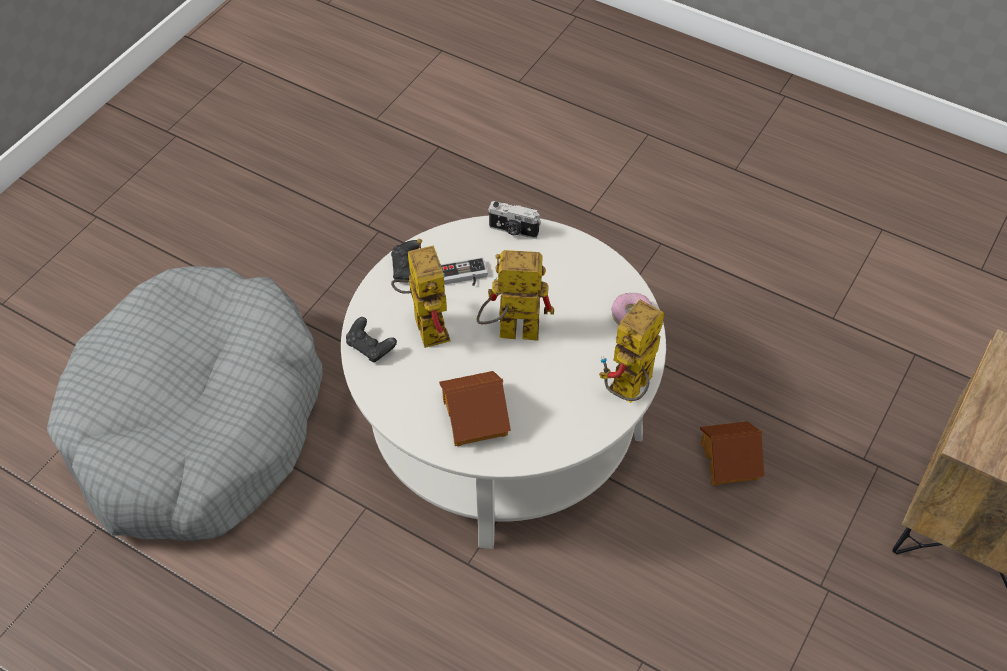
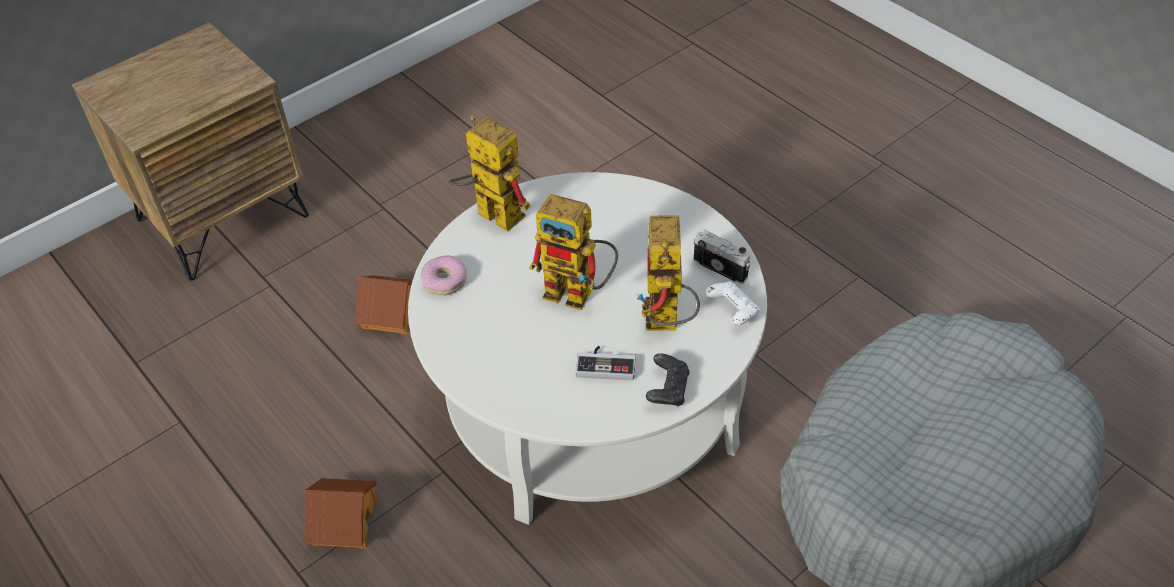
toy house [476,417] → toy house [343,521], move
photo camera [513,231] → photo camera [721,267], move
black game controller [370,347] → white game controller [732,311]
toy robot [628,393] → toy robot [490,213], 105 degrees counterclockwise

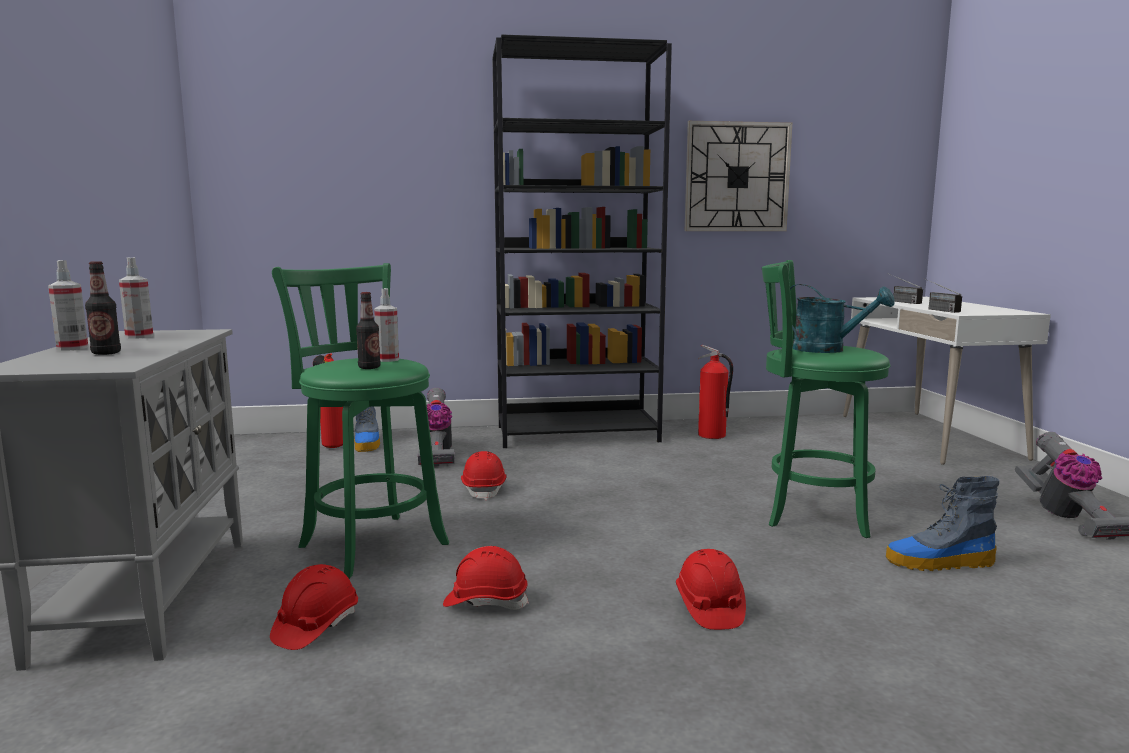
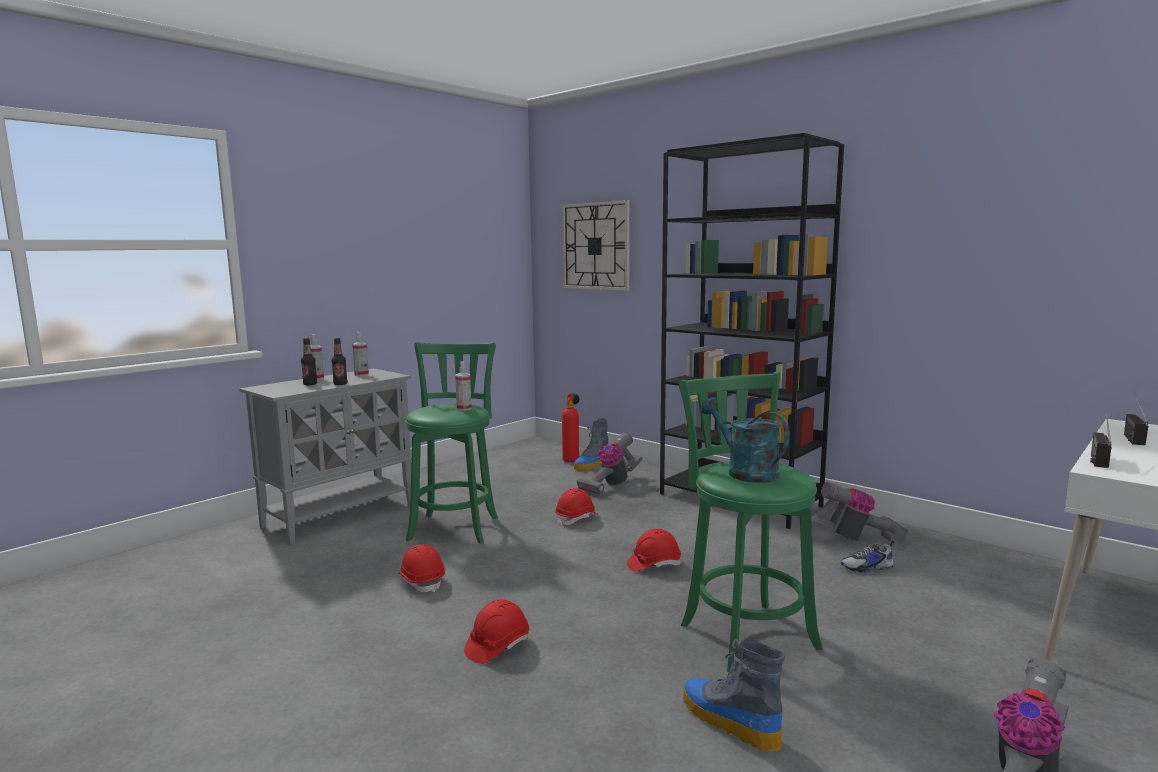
- → shoe [867,567]
red hard hat [316,626] → red hard hat [653,564], move
bottle [369,367] → bottle [340,384], move
wall clock [737,177] → wall clock [595,246], move
fire extinguisher [712,436] → vacuum cleaner [853,539]
turquoise watering can [828,350] → turquoise watering can [744,471], 150 degrees clockwise

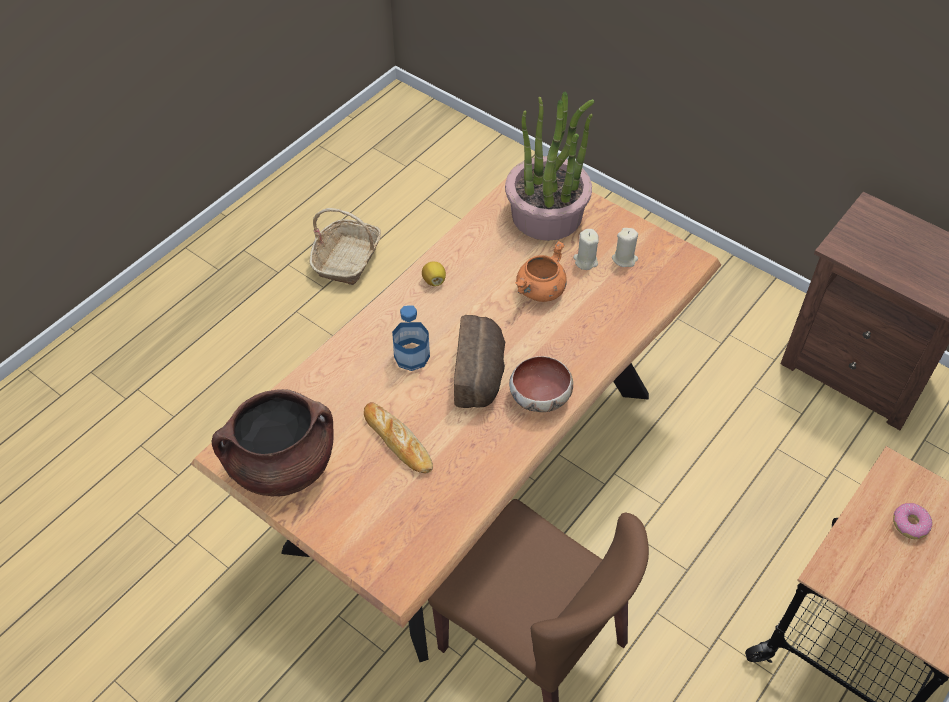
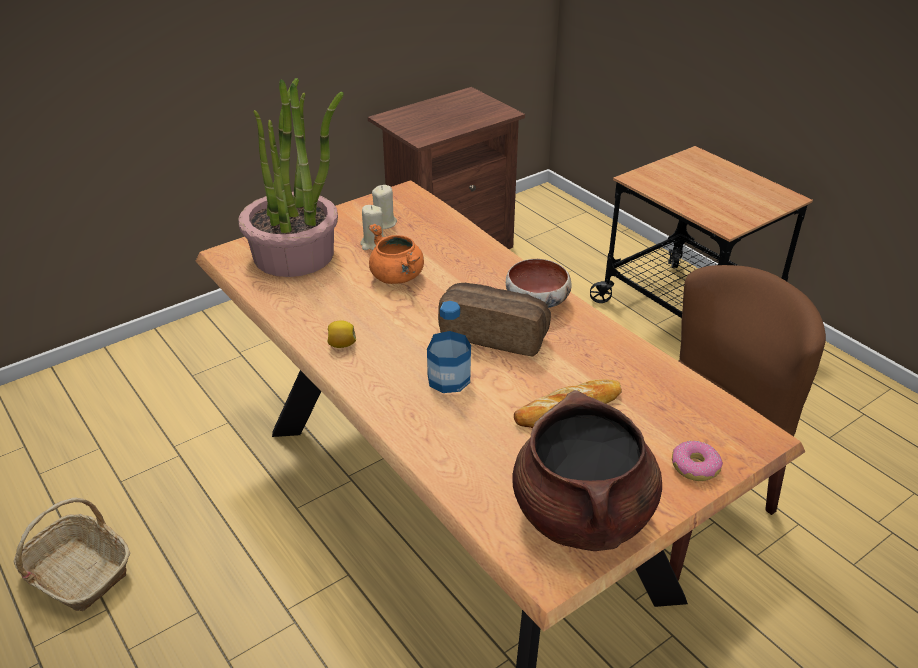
donut [910,524] → donut [694,467], move

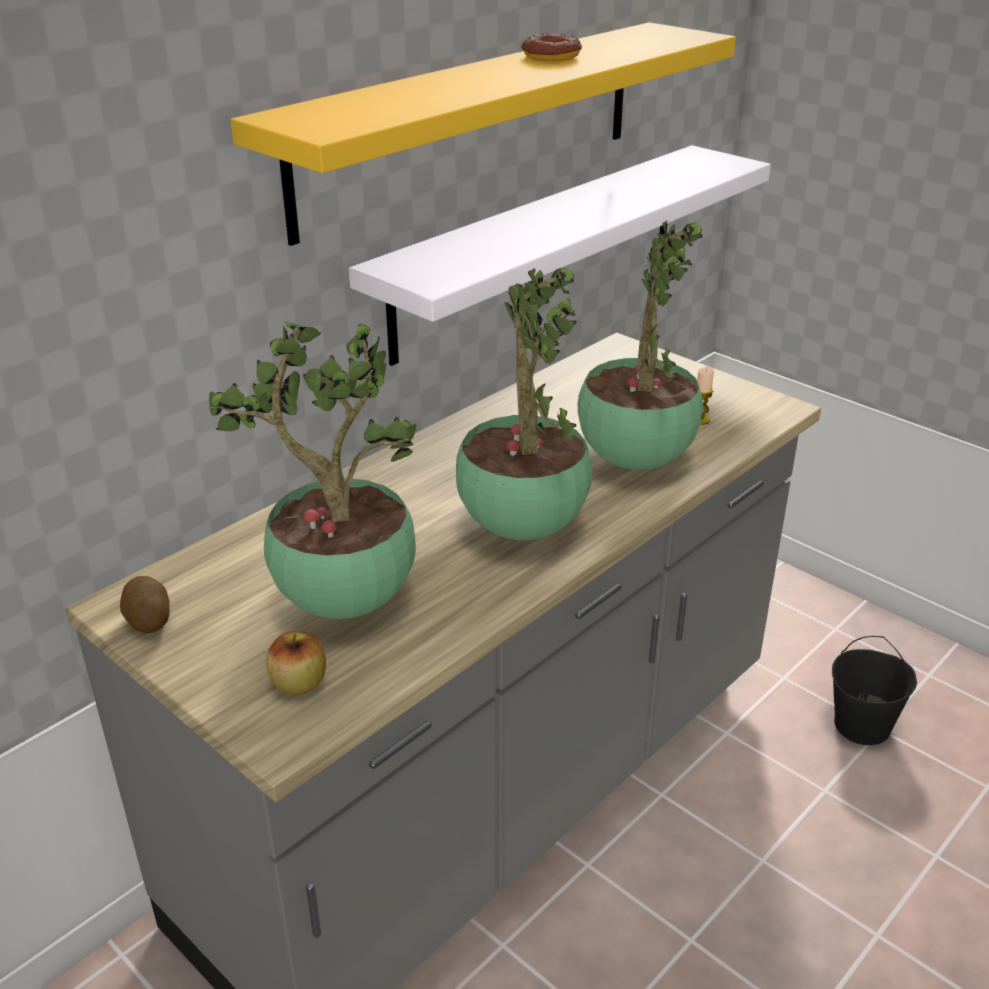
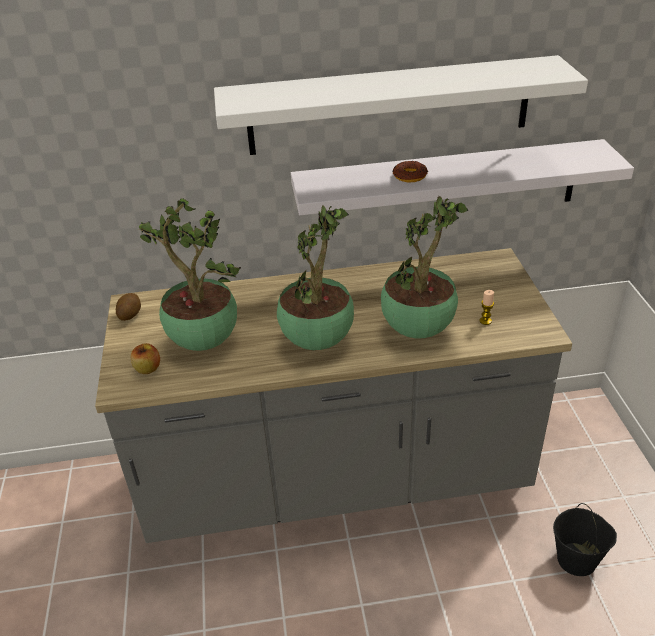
donut [551,56] → donut [410,176], move
yellow shelf [473,125] → white shelf [389,106]

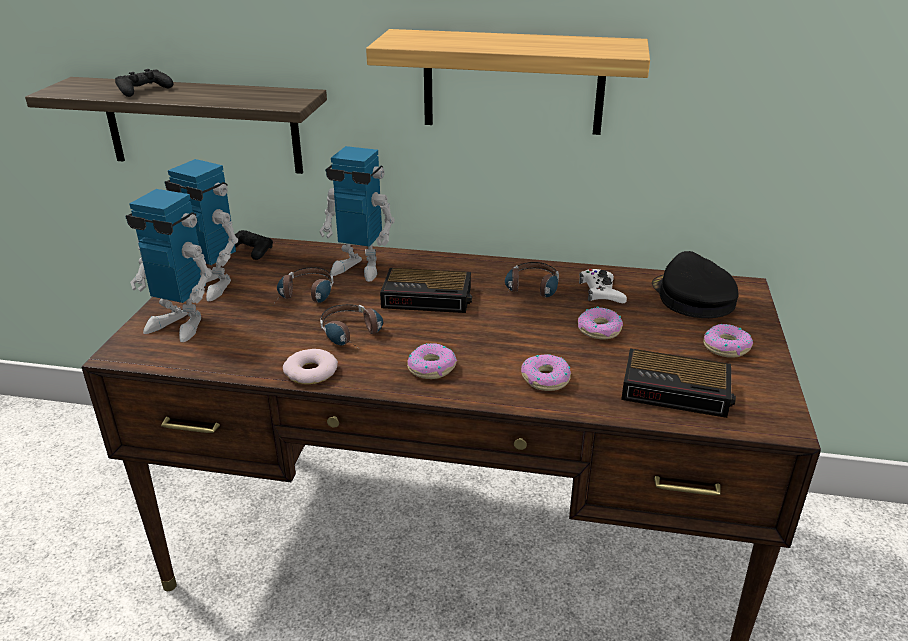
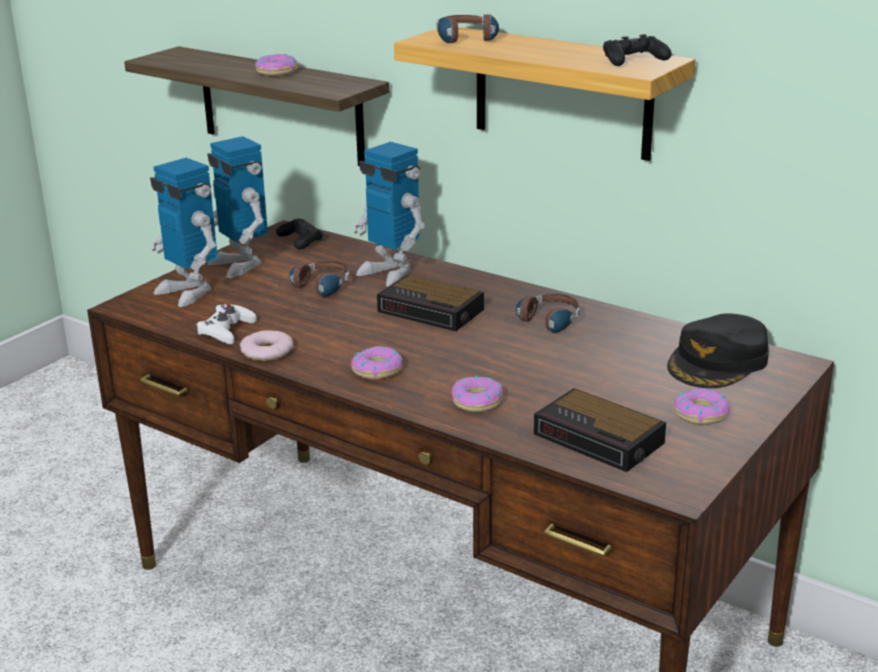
black game controller [143,90] → black game controller [633,60], move
headphones [355,336] → headphones [467,40], move
donut [600,330] → donut [277,72], move
white game controller [601,292] → white game controller [226,330], move
black cap [692,297] → black cap [718,362], 150 degrees counterclockwise

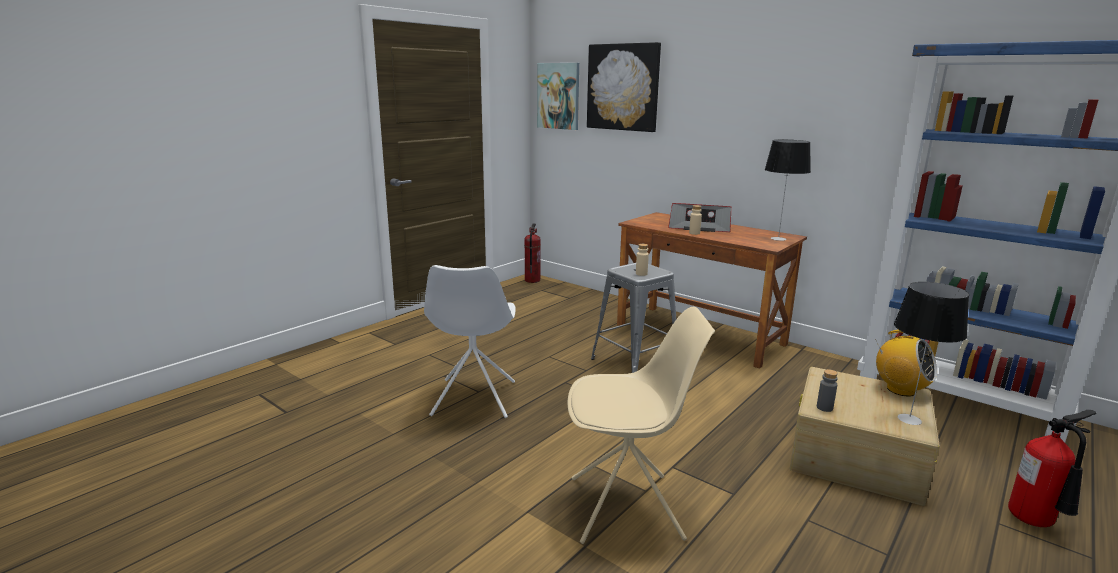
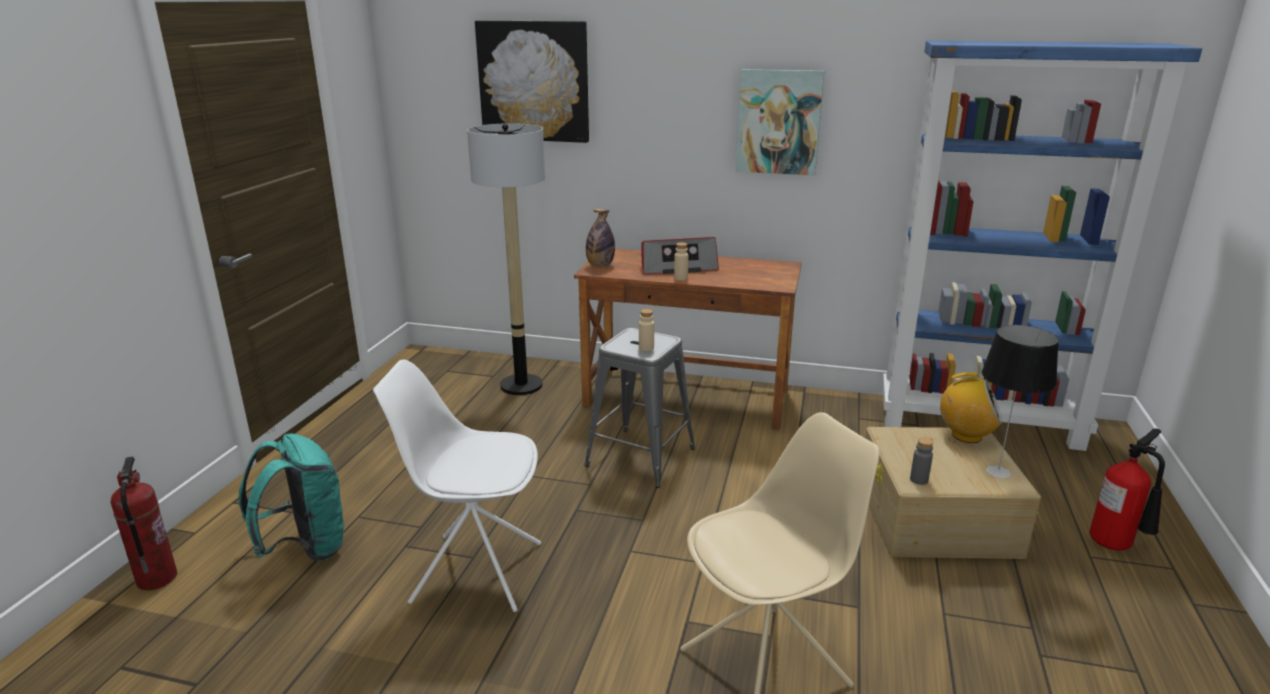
table lamp [778,239] → -
- → turquoise backpack [306,548]
- → floor lamp [521,385]
- → bottle [600,265]
fire extinguisher [532,280] → fire extinguisher [156,578], move
picture [558,96] → picture [778,122], move
white chair [473,399] → white chair [475,572], 120 degrees clockwise

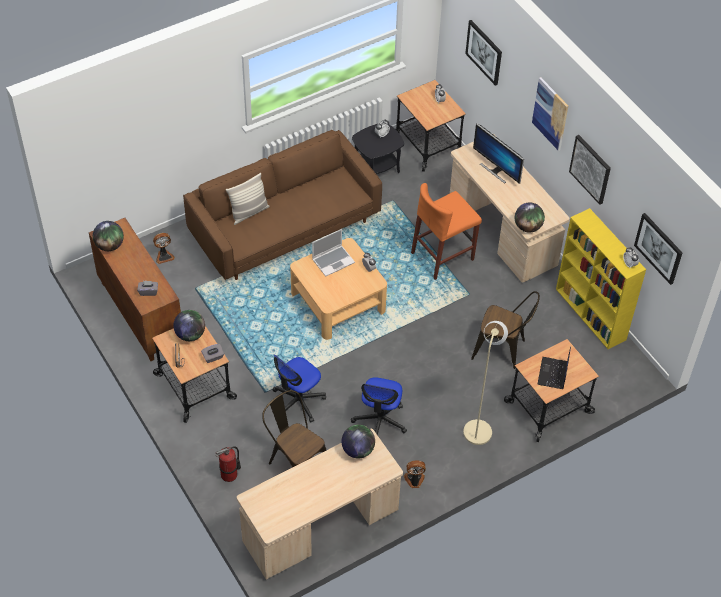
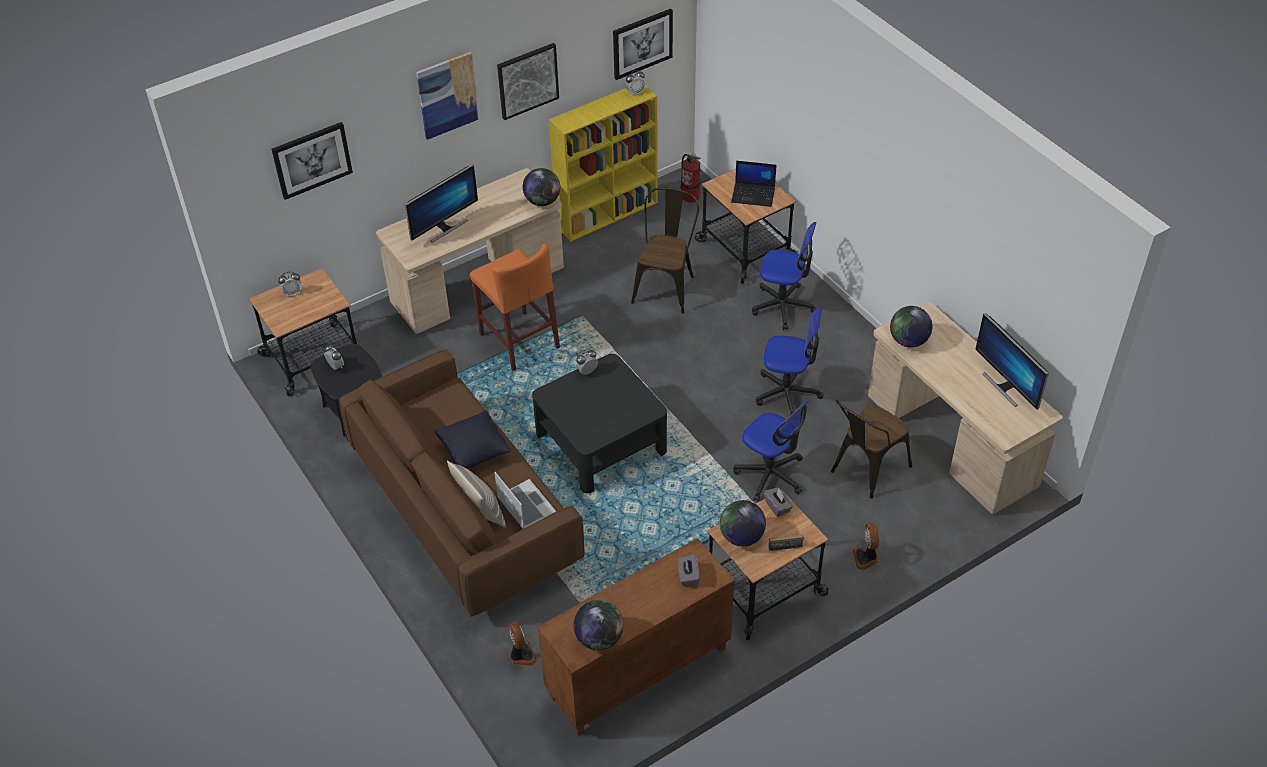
- → black pillow [474,452]
- → monitor [1005,386]
fire extinguisher [229,475] → fire extinguisher [690,196], move
laptop [333,261] → laptop [525,505], move
fan [414,480] → fan [866,558], move
beige floor lamp [479,428] → office chair [783,306]
beige coffee table [338,301] → black coffee table [600,442]

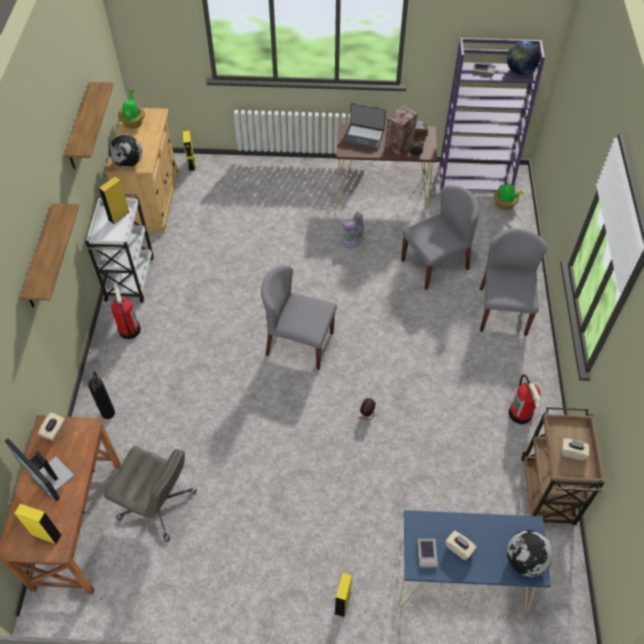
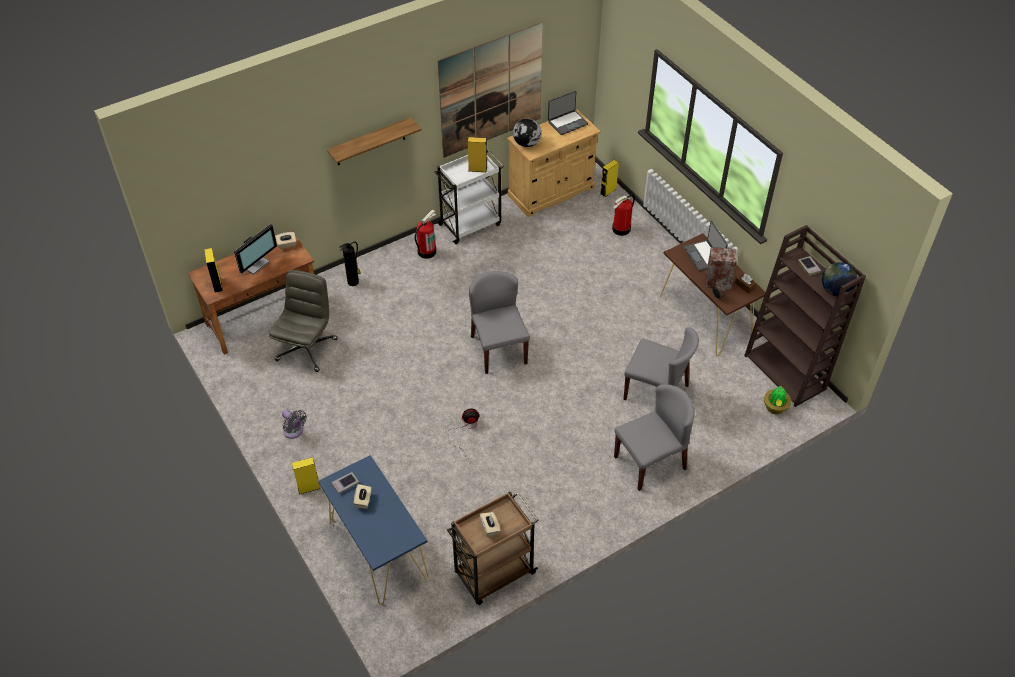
globe [525,561] → -
grey fan [352,240] → grey fan [294,432], move
fire extinguisher [520,414] → fire extinguisher [621,229], move
shelf [80,128] → picture [491,90]
potted plant [133,122] → laptop [567,123]
purple bookcase [476,178] → brown bookcase [786,372]
monitor [52,478] → monitor [255,263], 150 degrees counterclockwise
grey office chair [158,505] → grey office chair [306,349], 150 degrees counterclockwise

